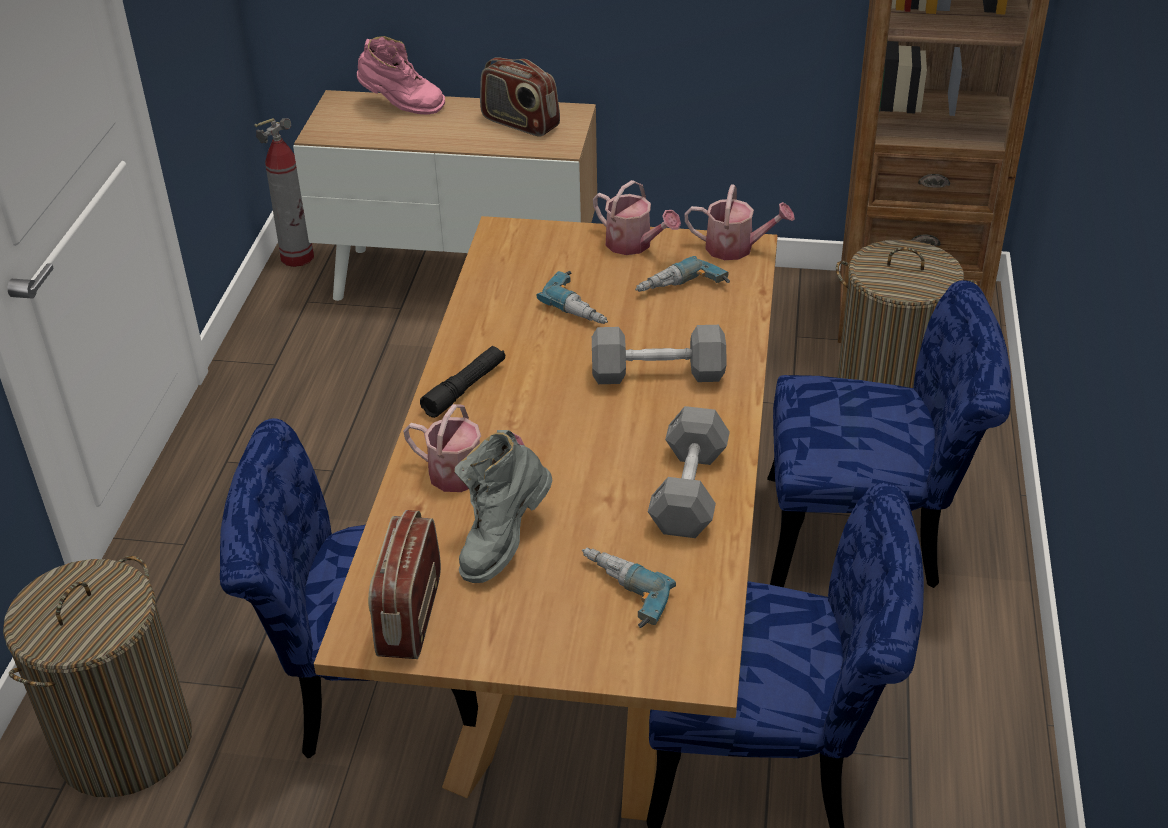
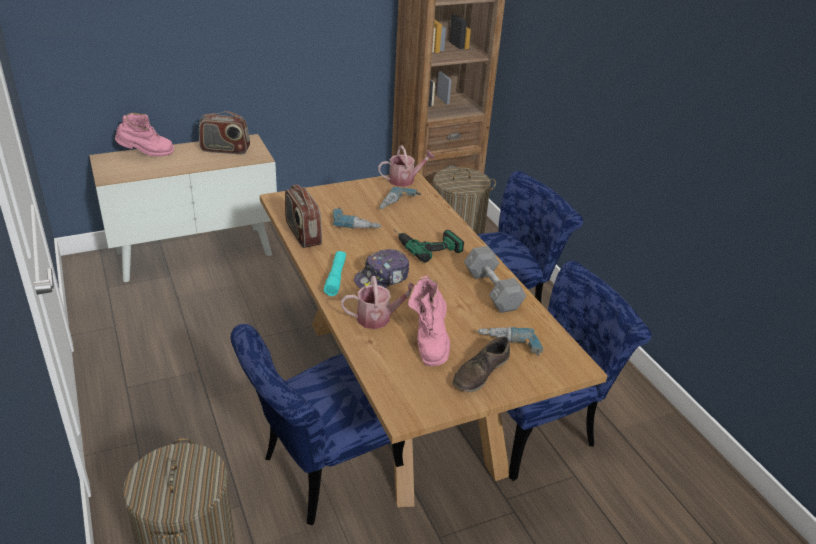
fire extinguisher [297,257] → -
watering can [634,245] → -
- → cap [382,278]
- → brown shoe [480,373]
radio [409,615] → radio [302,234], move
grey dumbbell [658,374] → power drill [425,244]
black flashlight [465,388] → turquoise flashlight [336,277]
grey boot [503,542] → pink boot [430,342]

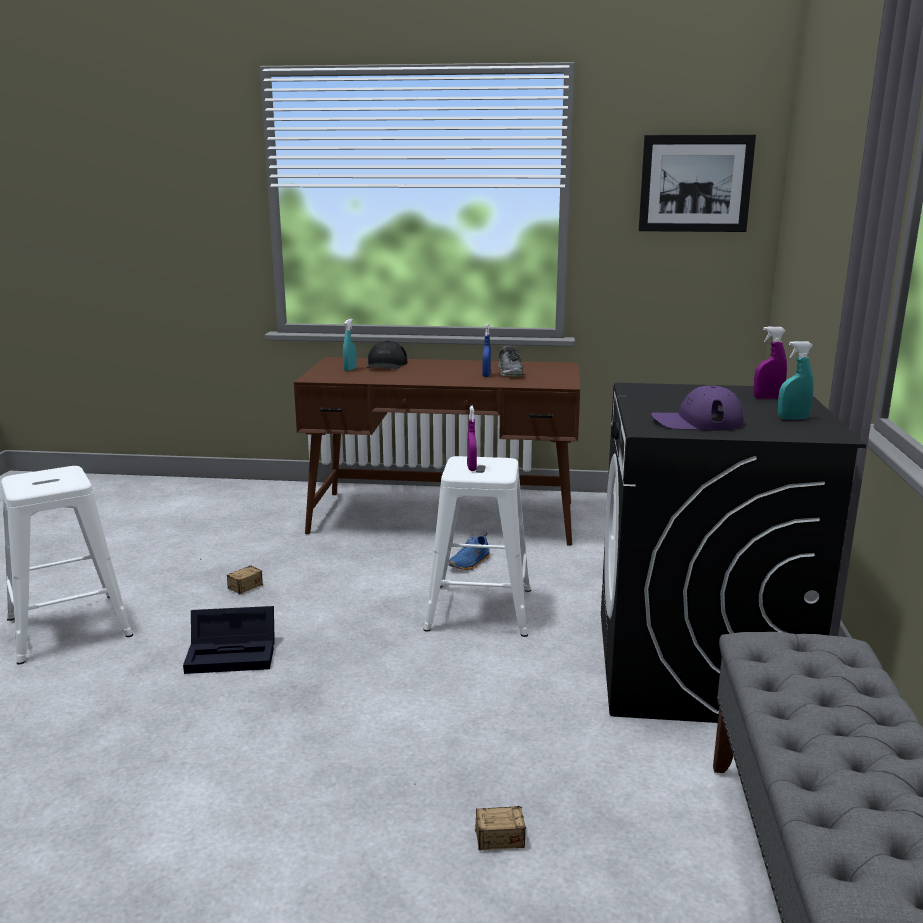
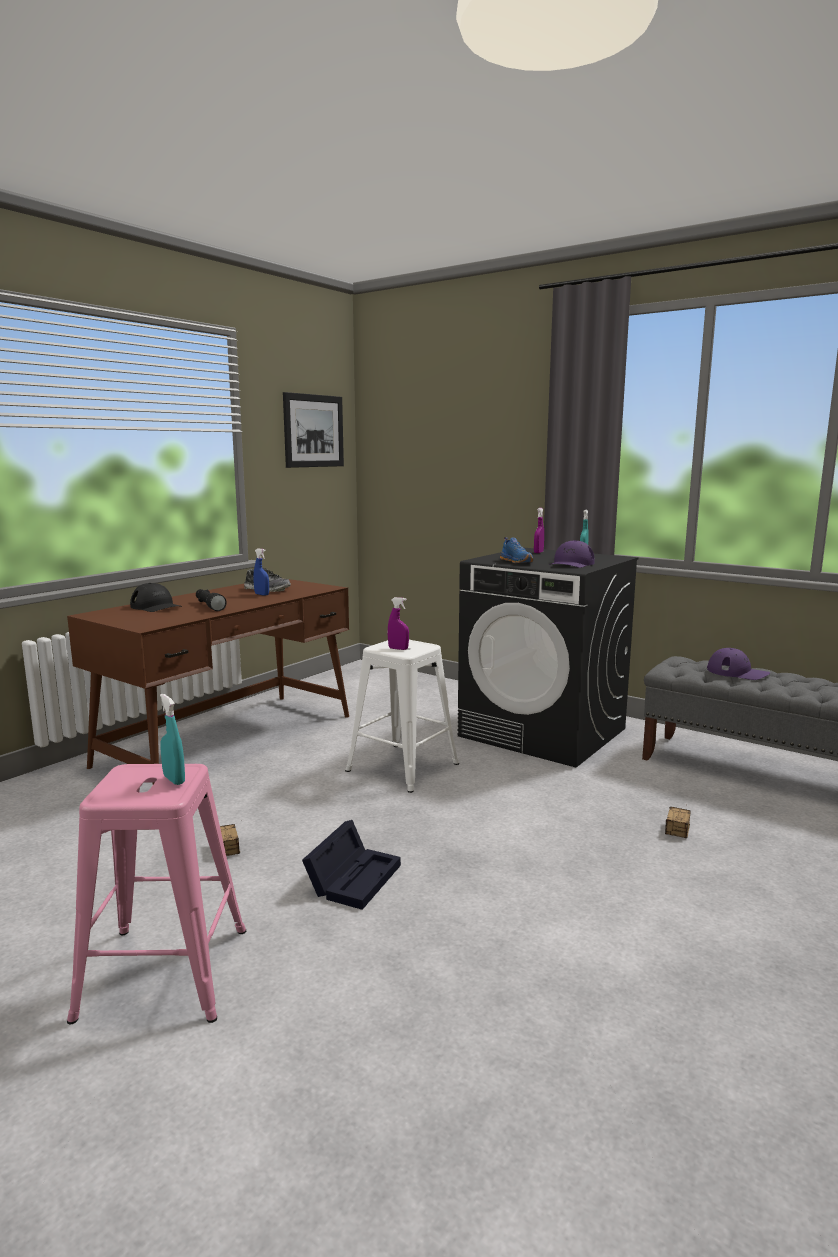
- → black flashlight [209,606]
- → purple cap [737,672]
turquoise spray bottle [350,369] → turquoise spray bottle [174,779], move
blue shoe [470,563] → blue shoe [517,561], move
white stool [70,626] → pink stool [163,971]

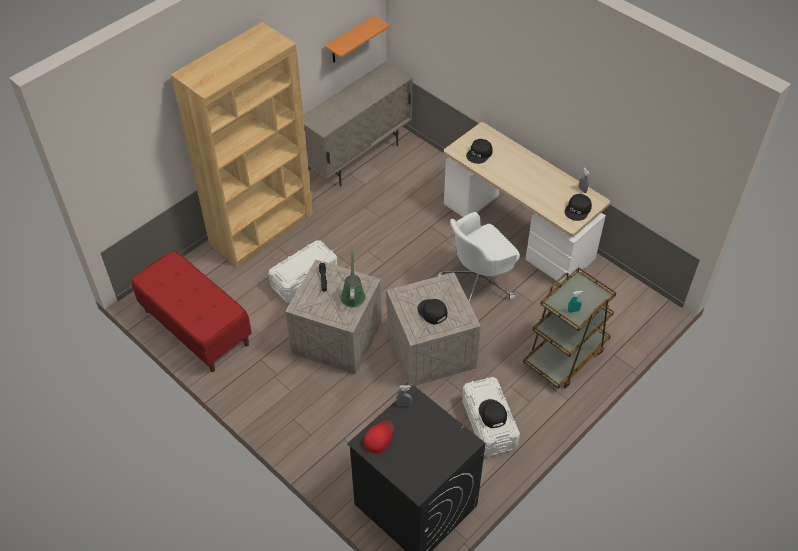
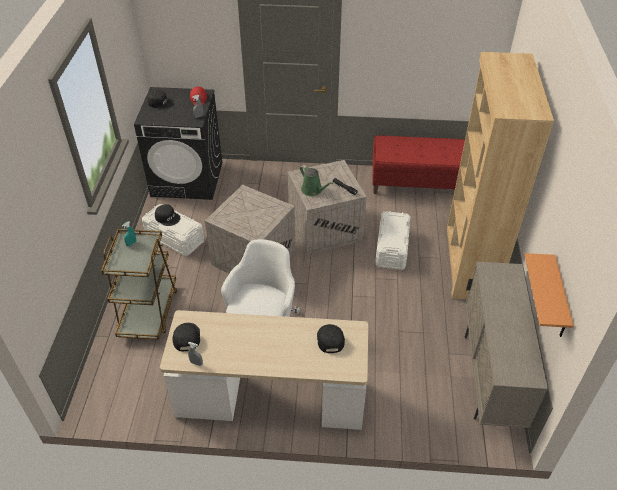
black cap [432,312] → black cap [161,102], move

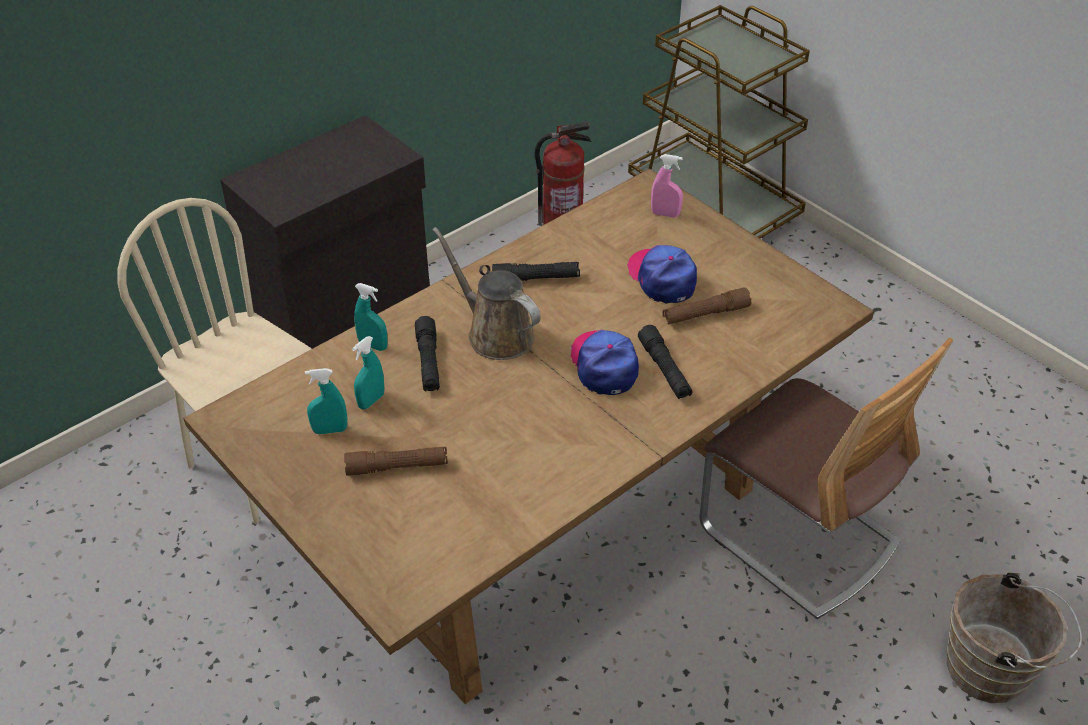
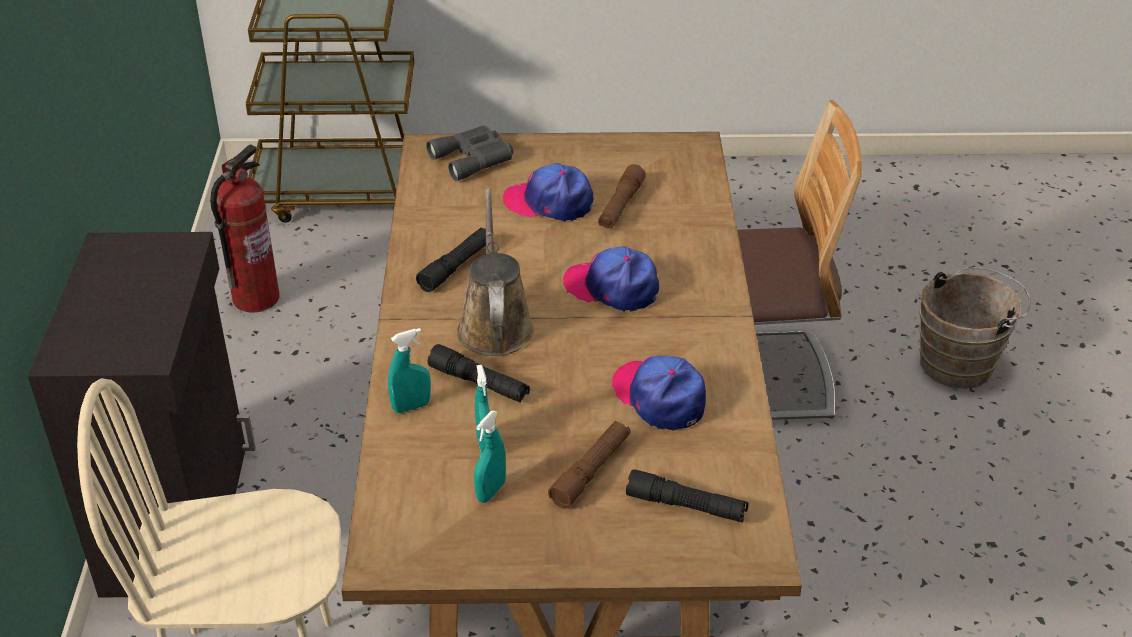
- → cap [659,397]
black flashlight [664,369] → black flashlight [686,506], move
pink spray bottle [665,214] → grey binoculars [474,158]
brown watering can [495,333] → brown watering can [495,325], 90 degrees clockwise

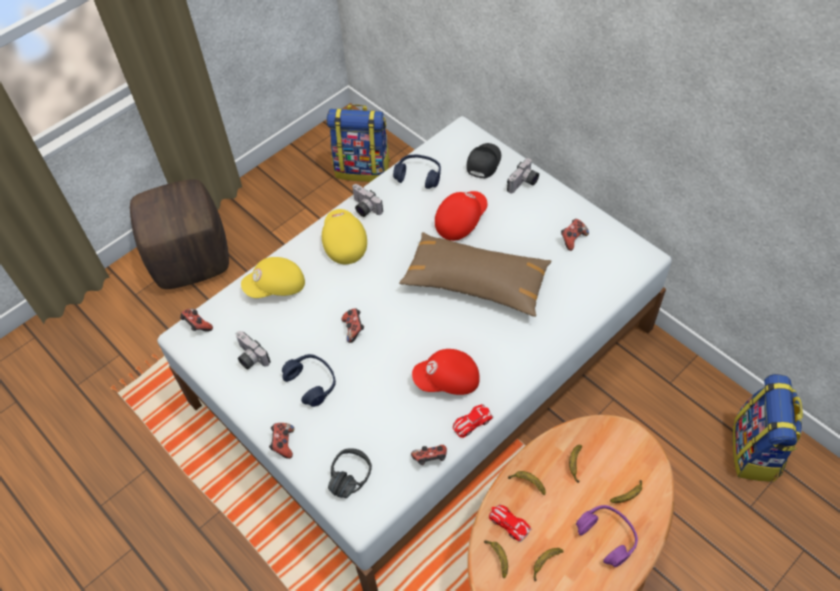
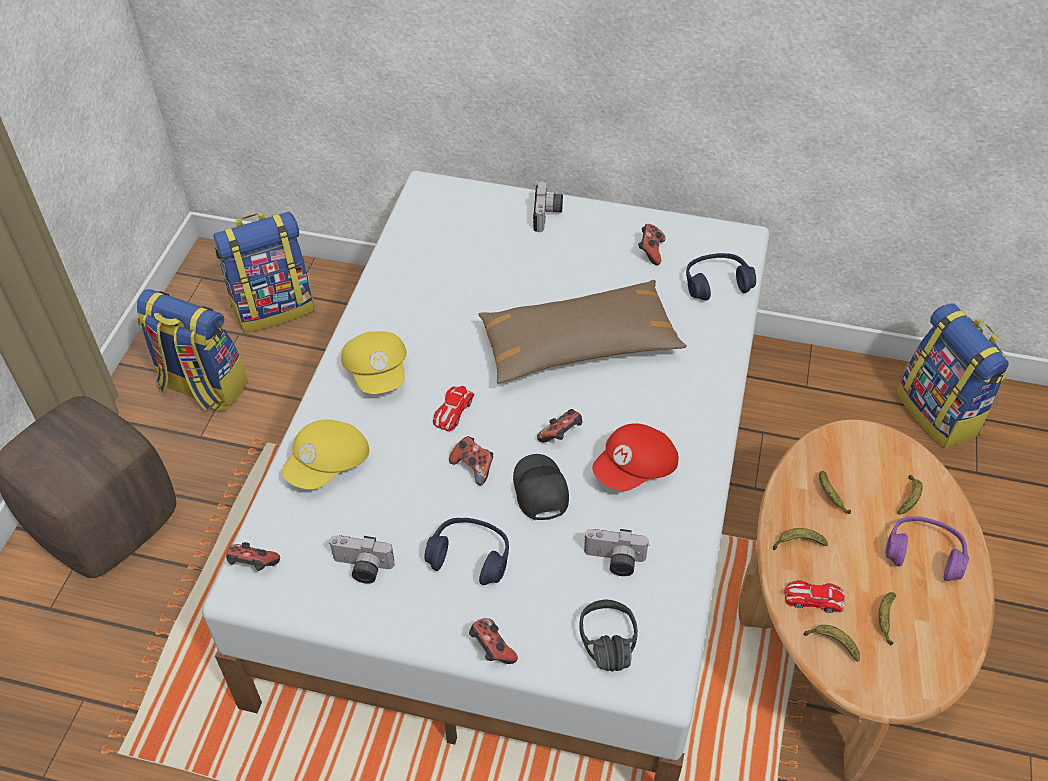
red cap [460,221] → -
- → backpack [202,387]
photo camera [364,208] → photo camera [614,561], move
blue headphones [418,176] → blue headphones [716,283], move
game controller [430,459] → game controller [561,435], move
toy car [472,422] → toy car [453,411], move
black cap [483,163] → black cap [539,491], move
yellow cap [343,242] → yellow cap [378,372], 150 degrees counterclockwise

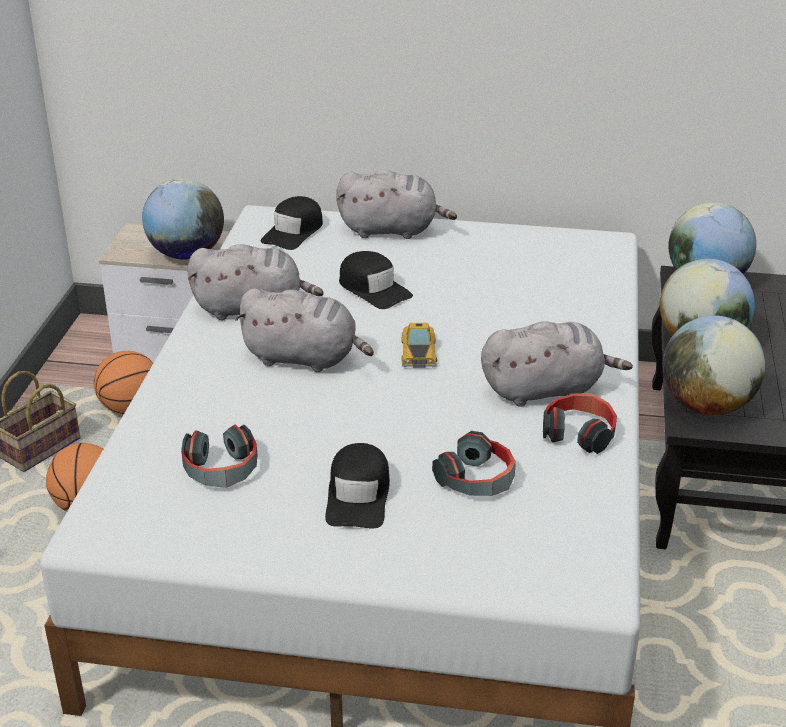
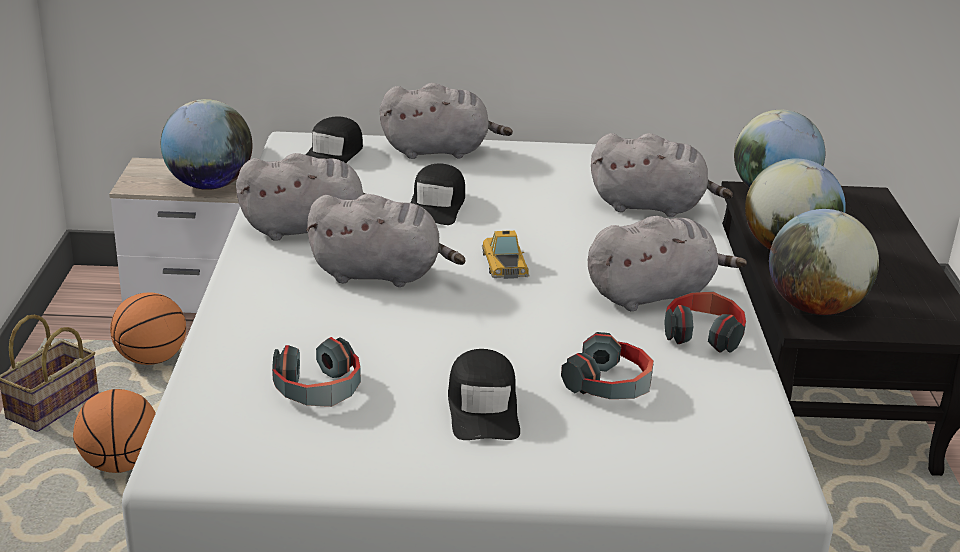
- → grey plush toy [652,206]
black cap [373,289] → black cap [437,206], 60 degrees clockwise

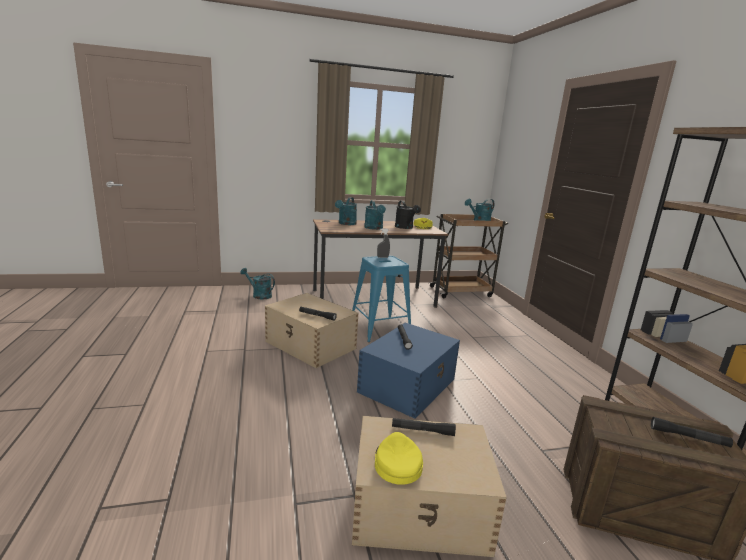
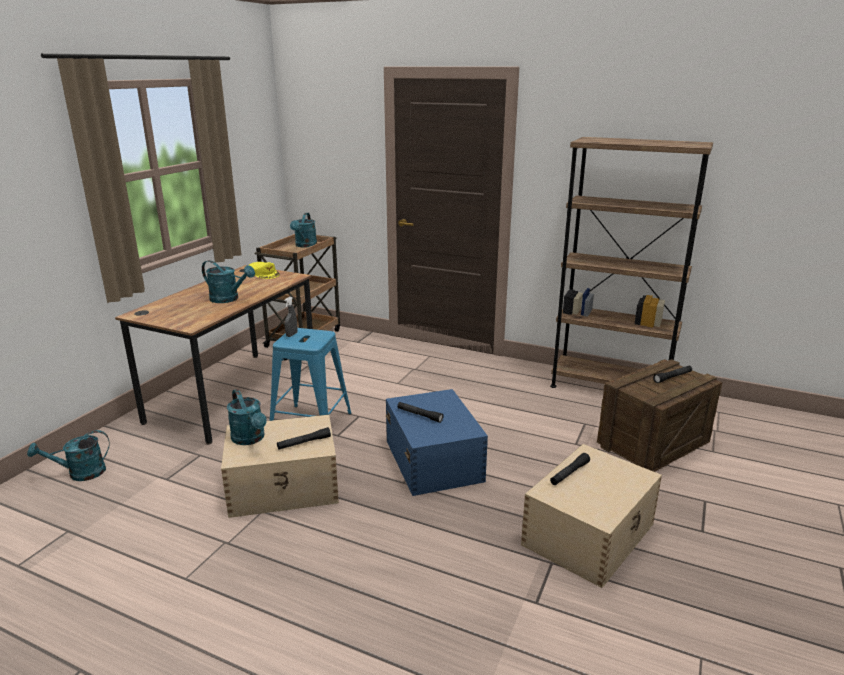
yellow cap [397,463] → -
black watering can [405,227] → -
turquoise watering can [346,224] → turquoise watering can [250,439], move

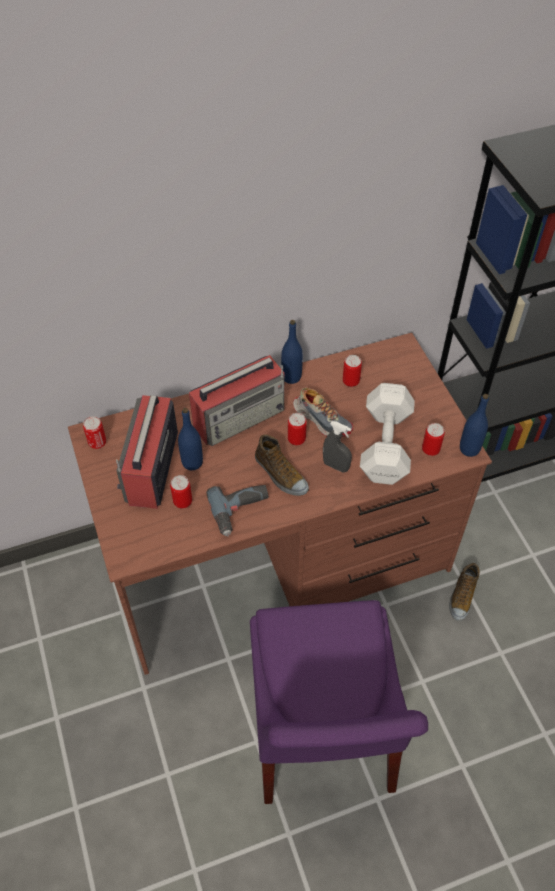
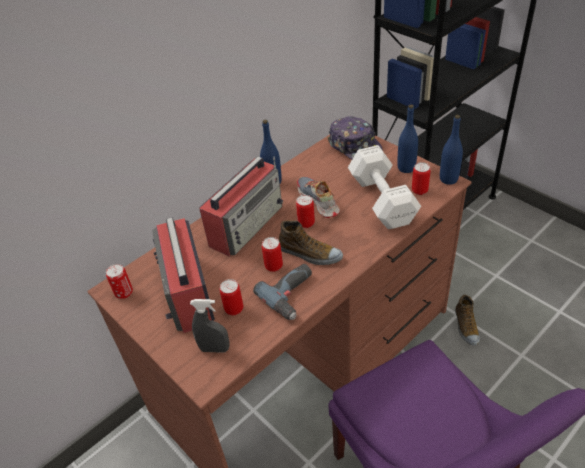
- → cap [355,146]
blue bottle [192,462] → blue bottle [406,168], move
grey spray bottle [336,466] → grey spray bottle [214,349], move
can [351,381] → can [273,266], move
shoe [322,419] → shoe [318,201], 135 degrees counterclockwise

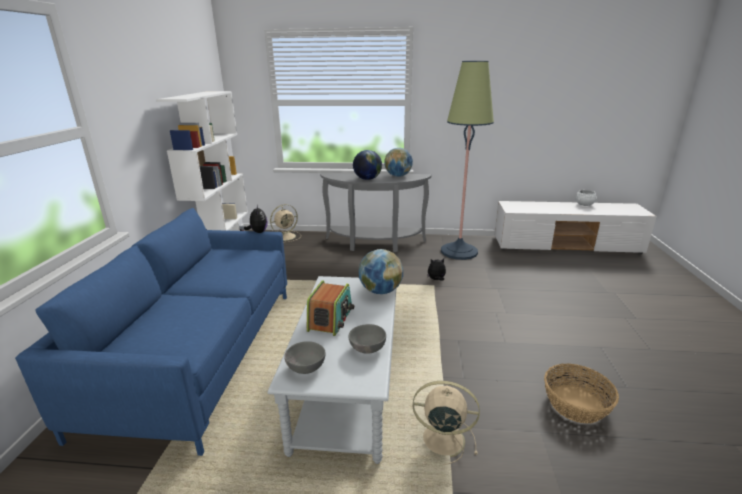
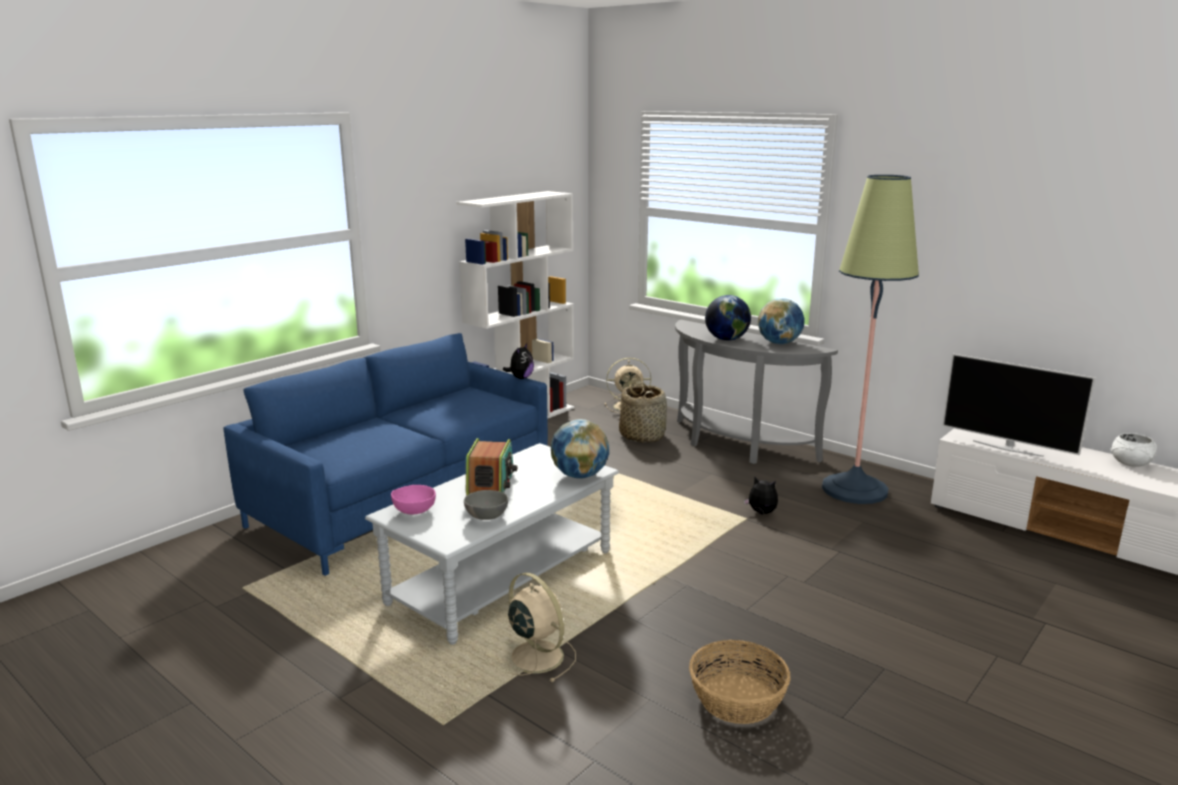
- → basket [642,436]
- → television [1007,448]
grey bowl [305,368] → pink bowl [413,511]
radio [331,319] → radio [491,483], 45 degrees counterclockwise

